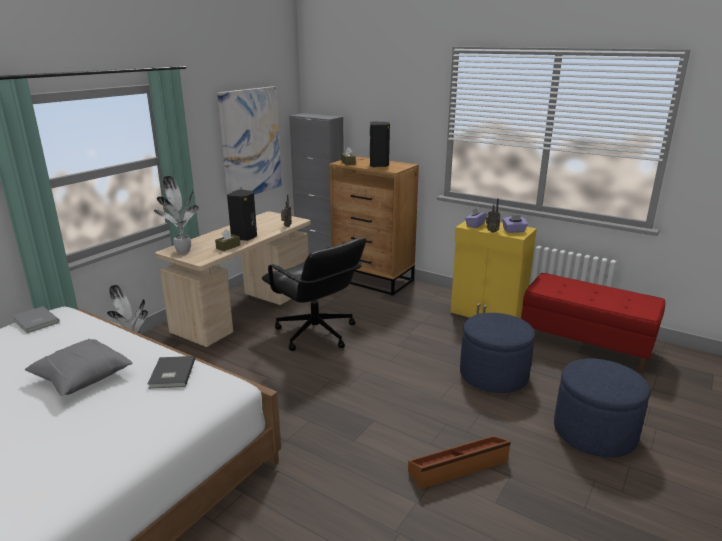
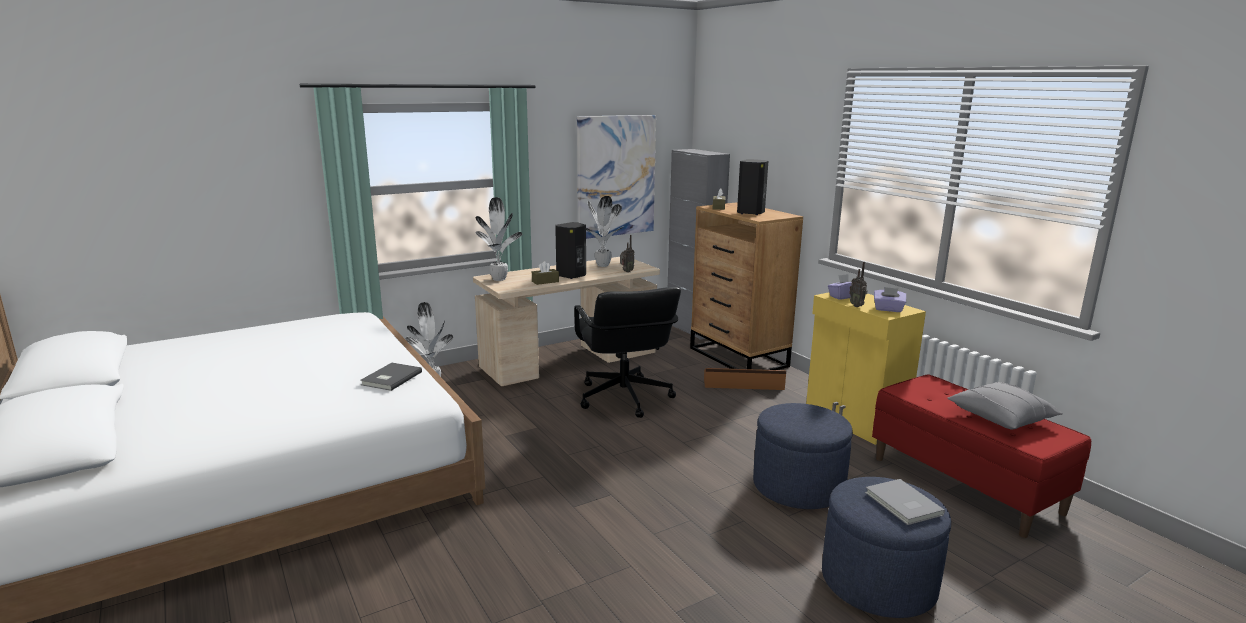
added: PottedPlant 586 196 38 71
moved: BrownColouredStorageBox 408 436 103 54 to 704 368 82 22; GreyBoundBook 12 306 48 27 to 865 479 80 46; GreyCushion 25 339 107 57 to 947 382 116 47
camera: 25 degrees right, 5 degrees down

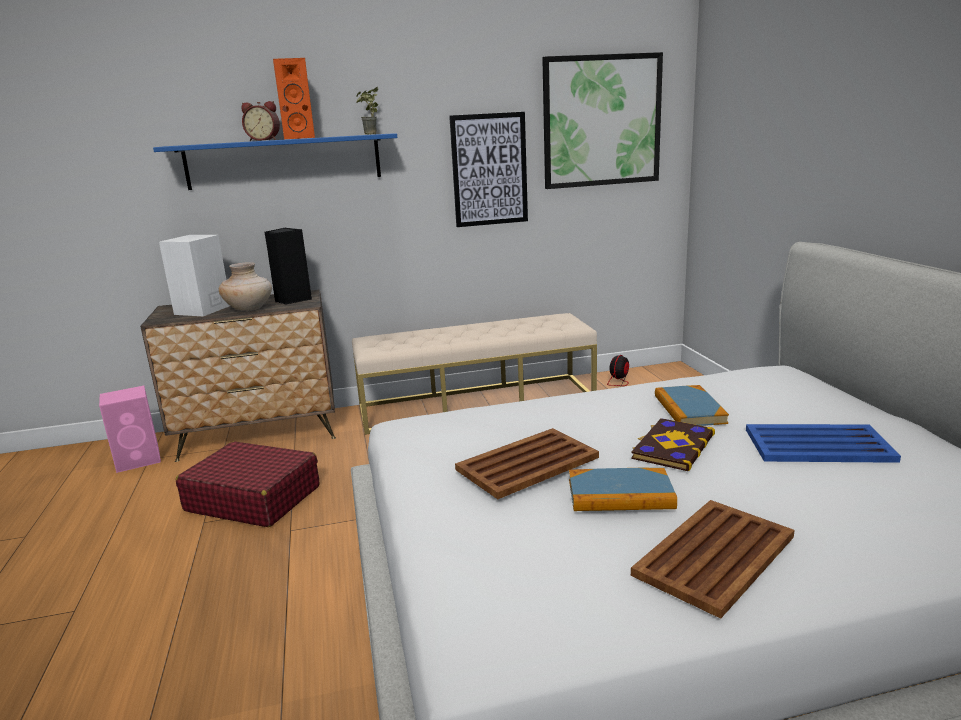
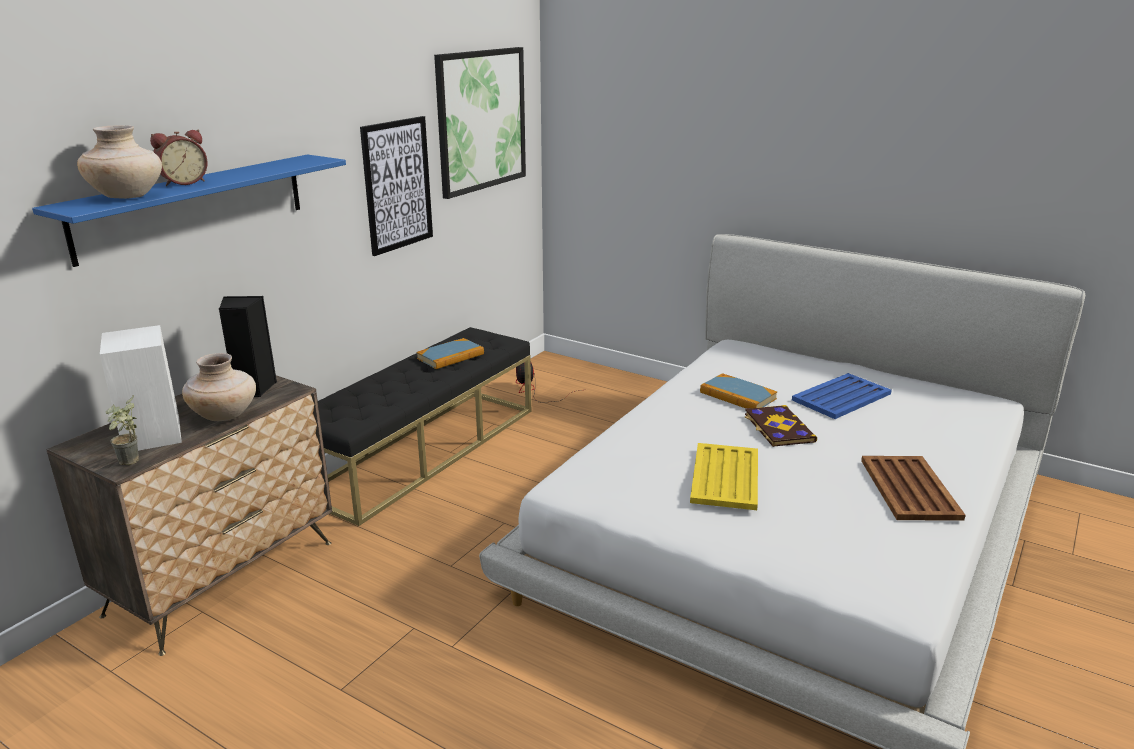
removed: PinkLoudspeaker 99 386 62 87; ReddishTravelCase 176 441 144 86; OrangeColouredLoudspeaker 273 58 42 81
added: BeigeColouredDecorativeVase 77 125 85 74
moved: PottedPlant 356 87 22 47 to 106 395 33 70; BoundBook 569 468 108 43 to 417 338 67 31
recoloured: BeigeColouredLongSeat 352 313 245 122 to BlackLongSeat 318 327 213 199; BrownColouredTray 455 428 144 71 to YellowColouredTray 690 443 68 67
camera: 45 degrees left, 5 degrees up

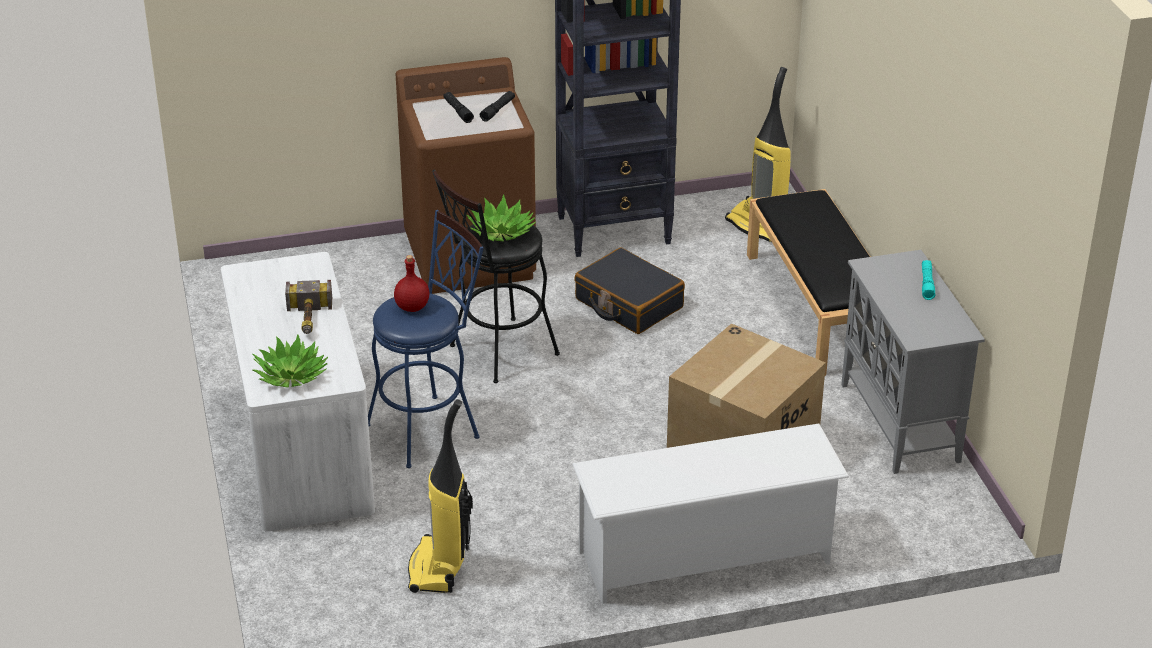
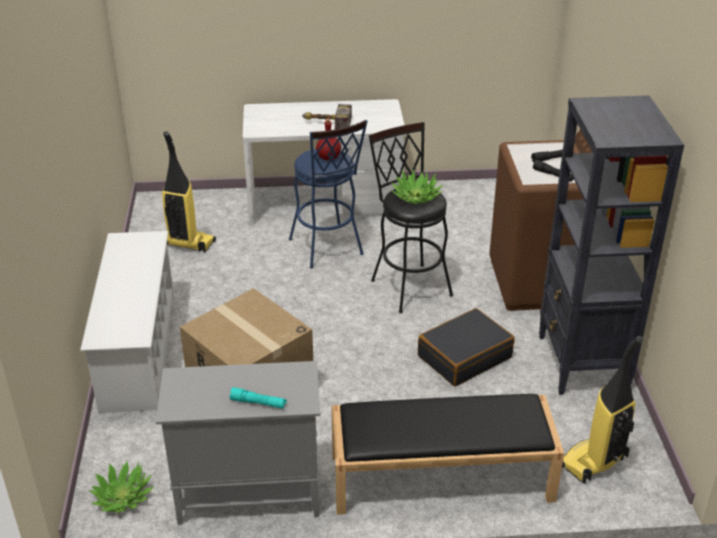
moved: PottedPlant 253 334 75 54 to 88 461 67 52
camera: 100 degrees right, 0 degrees up

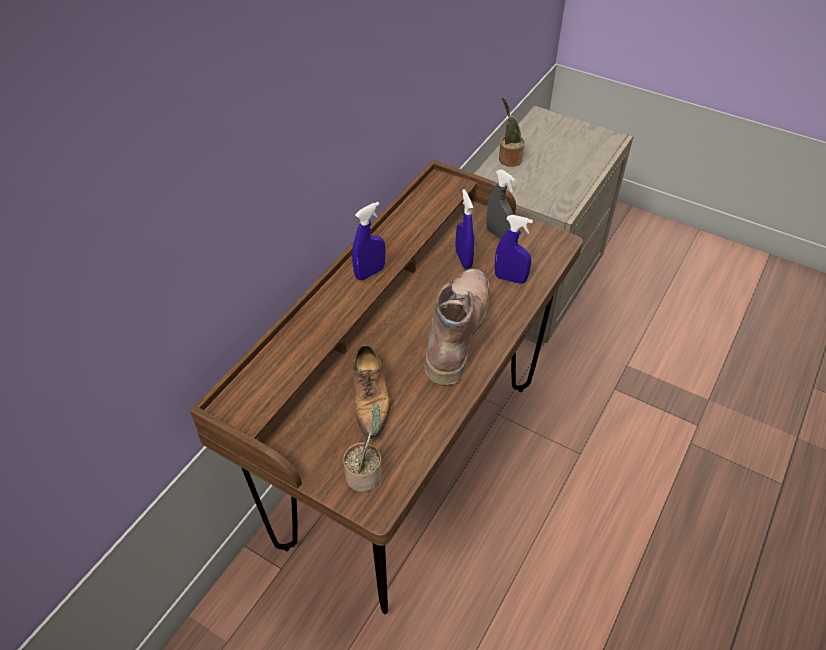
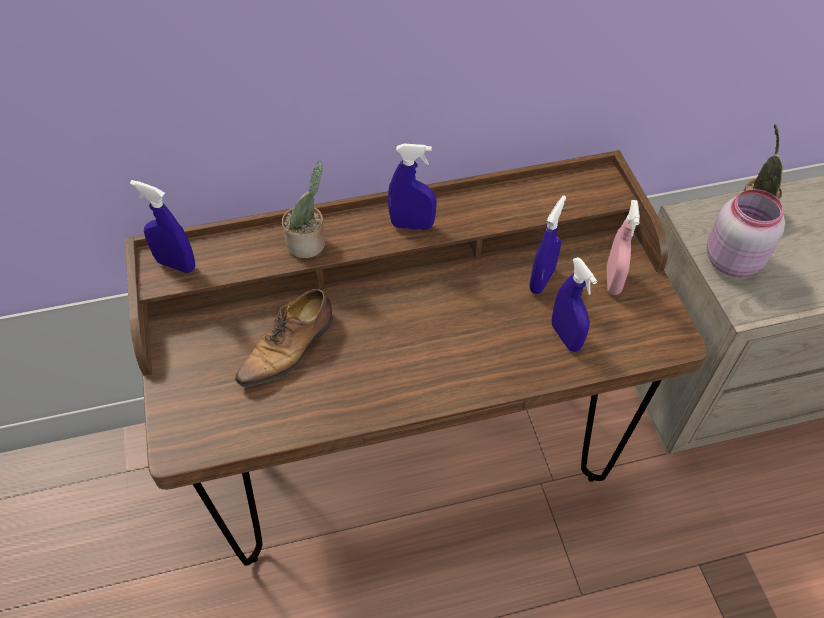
removed: BrownColouredHighTopBoot 425 269 65 116
added: BluishSprayBottle 130 180 65 93; PinkJar 707 189 78 88
moved: PottedPlant 343 402 39 90 to 282 161 43 97
recoloured: GreySprayBottle 486 170 30 70 to PinkSprayBottle 606 200 34 95
camera: 45 degrees right, 5 degrees up

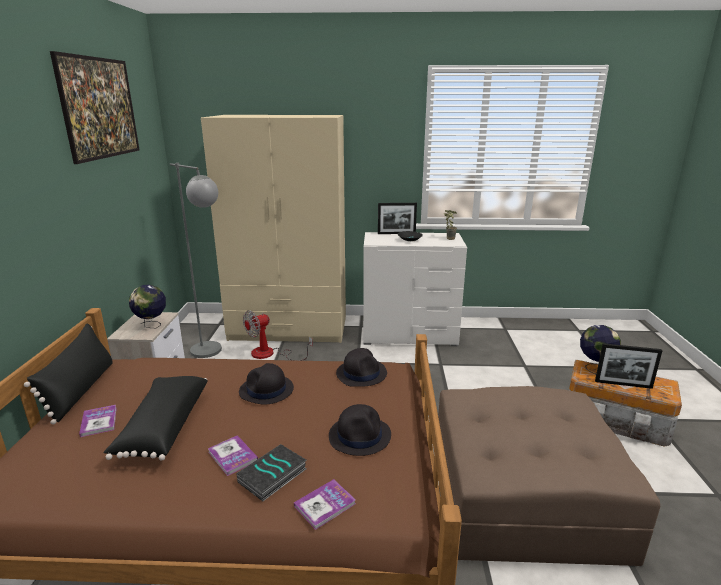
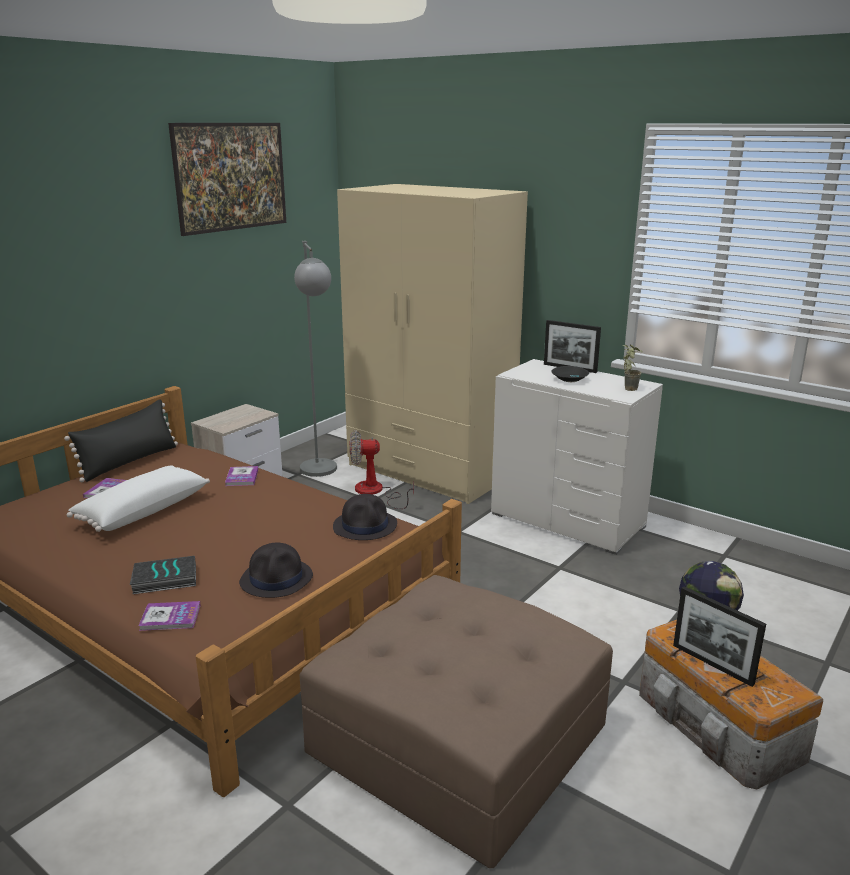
removed: WorldGlobe 129 285 37 43; BlackHat 239 363 55 42
moved: BoundBook 208 435 50 41 to 225 466 33 20
recoloured: BlackCushion 103 376 105 85 to WhitishCushion 67 466 143 66
camera: 35 degrees right, 0 degrees up

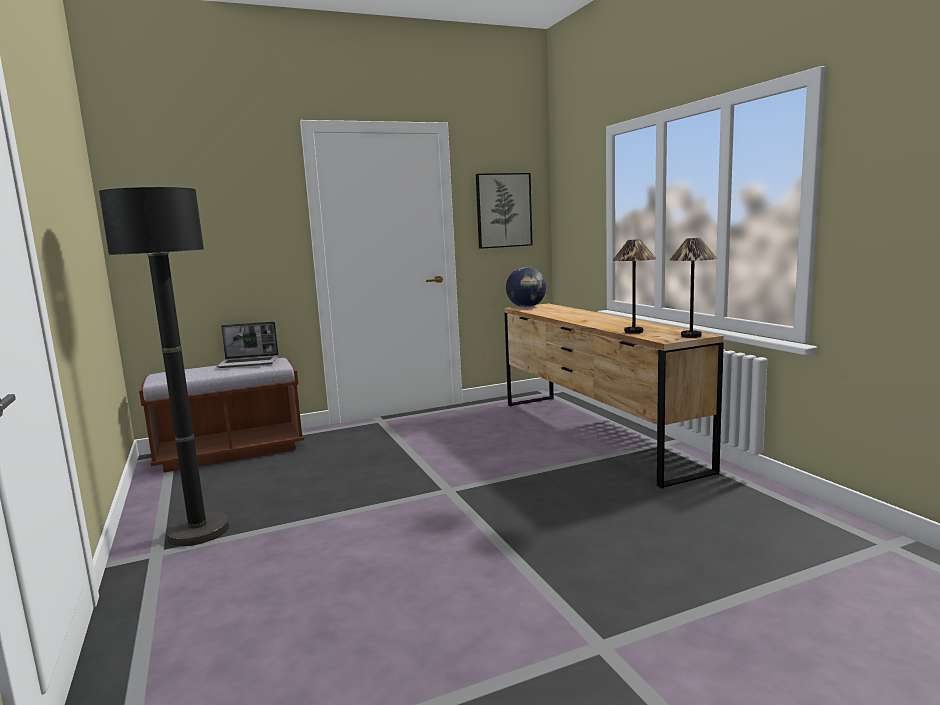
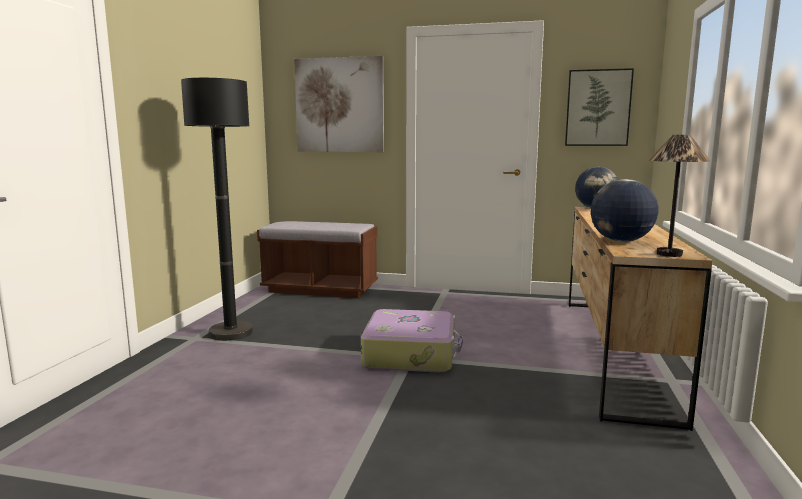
removed: Laptop 217 322 62 46
added: WallArt 294 56 90 96; TravelCase 361 309 102 63
replaced: TabletopLamp 613 239 43 95 to WorldGlobe 591 179 67 63
camera: 35 degrees right, 0 degrees up

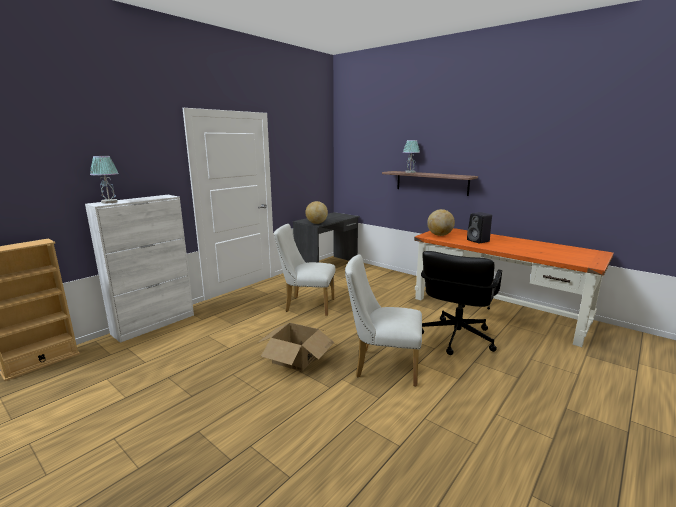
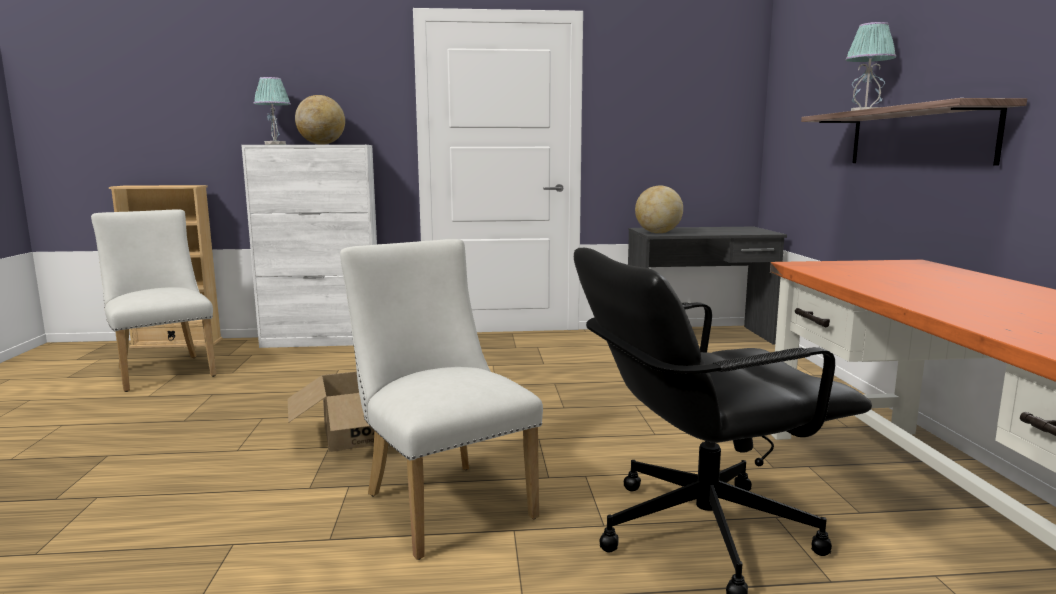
removed: BlackLoudspeaker 467 212 25 31
moved: WhitishChair 274 224 61 92 to 91 210 126 182; WorldGlobe 427 209 28 27 to 295 95 50 50
camera: 45 degrees right, 5 degrees down

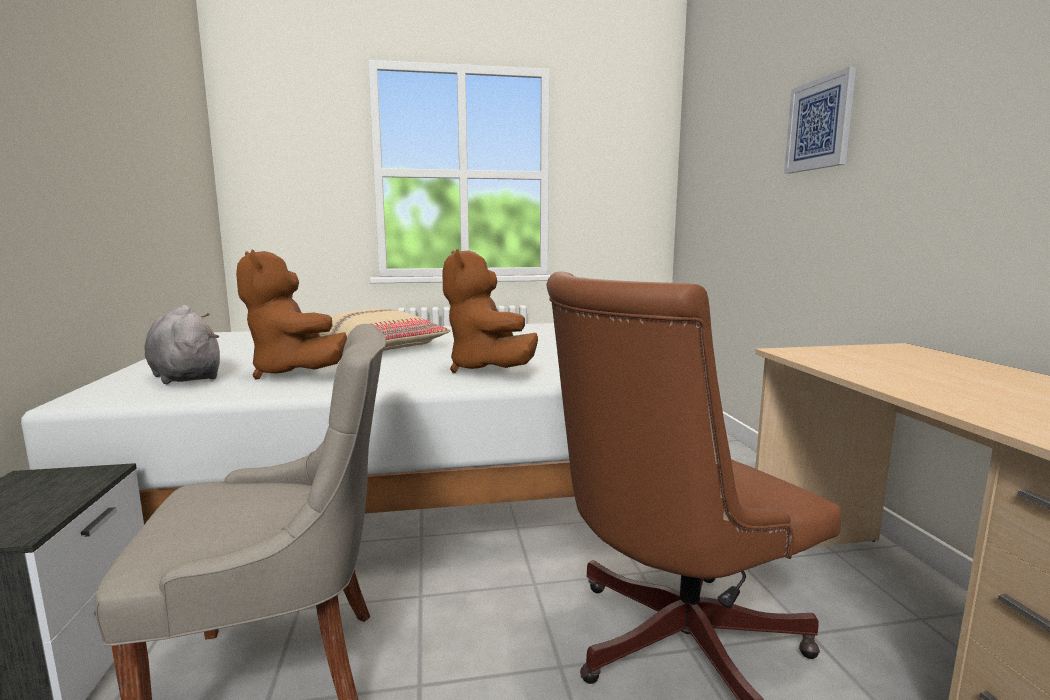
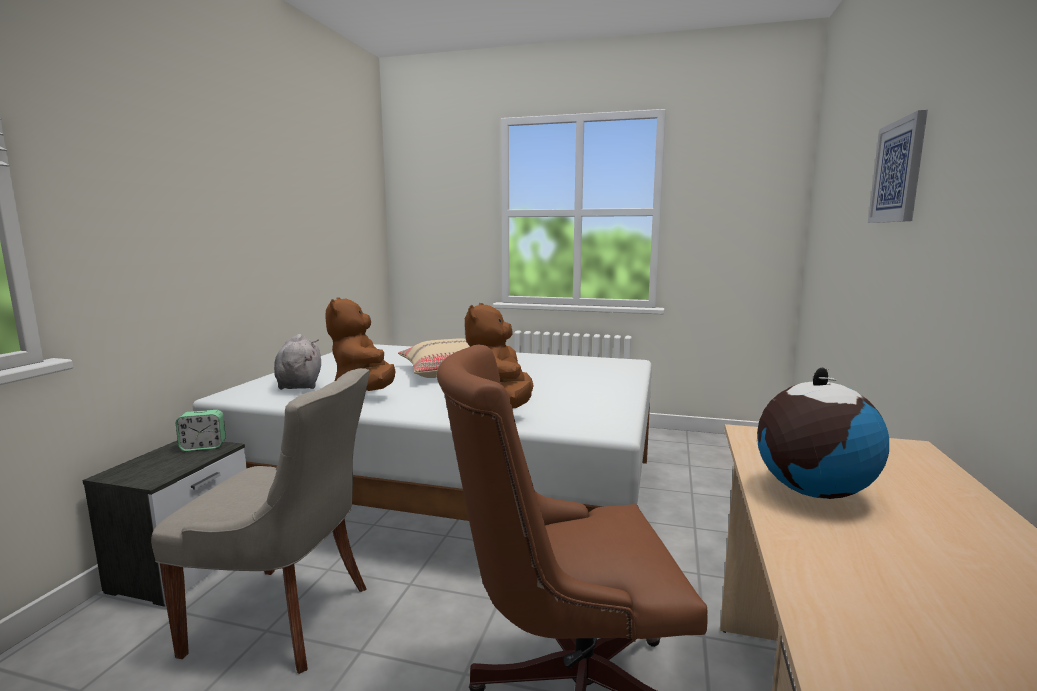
added: AlarmClock 176 410 50 41; WorldGlobe 757 368 132 131
camera: 25 degrees right, 0 degrees up

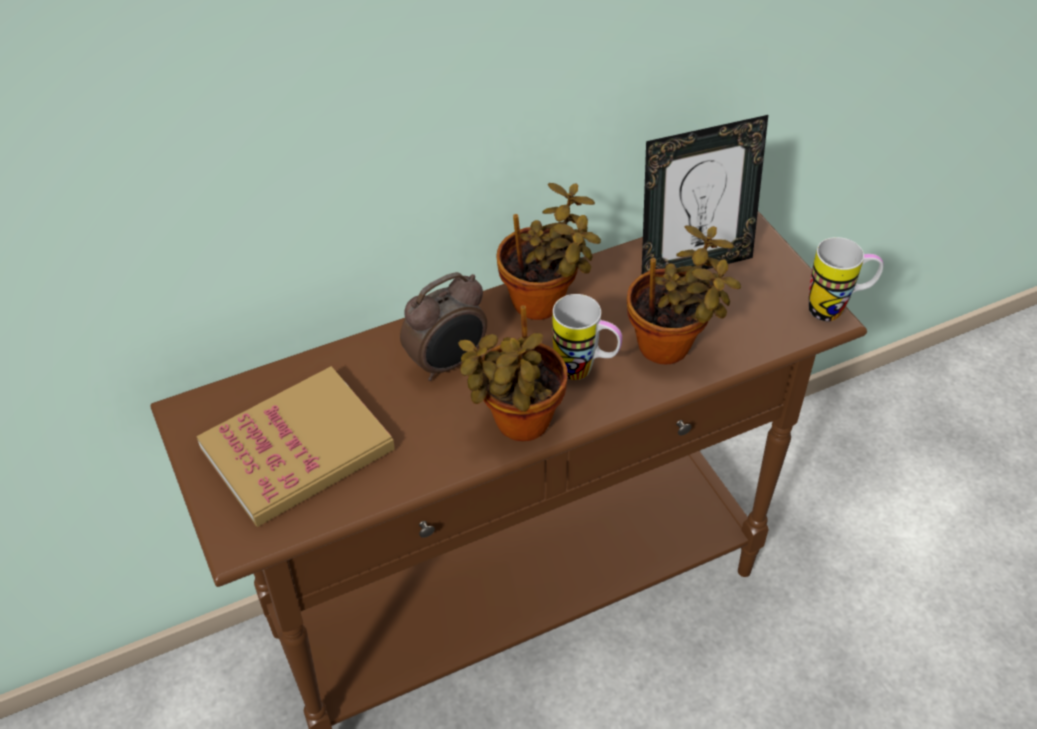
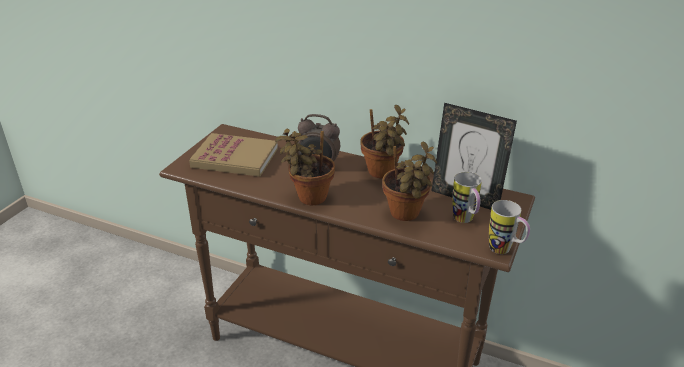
moved: CoffeeMug 552 294 70 86 to 452 172 30 51
camera: 50 degrees right, 15 degrees down

